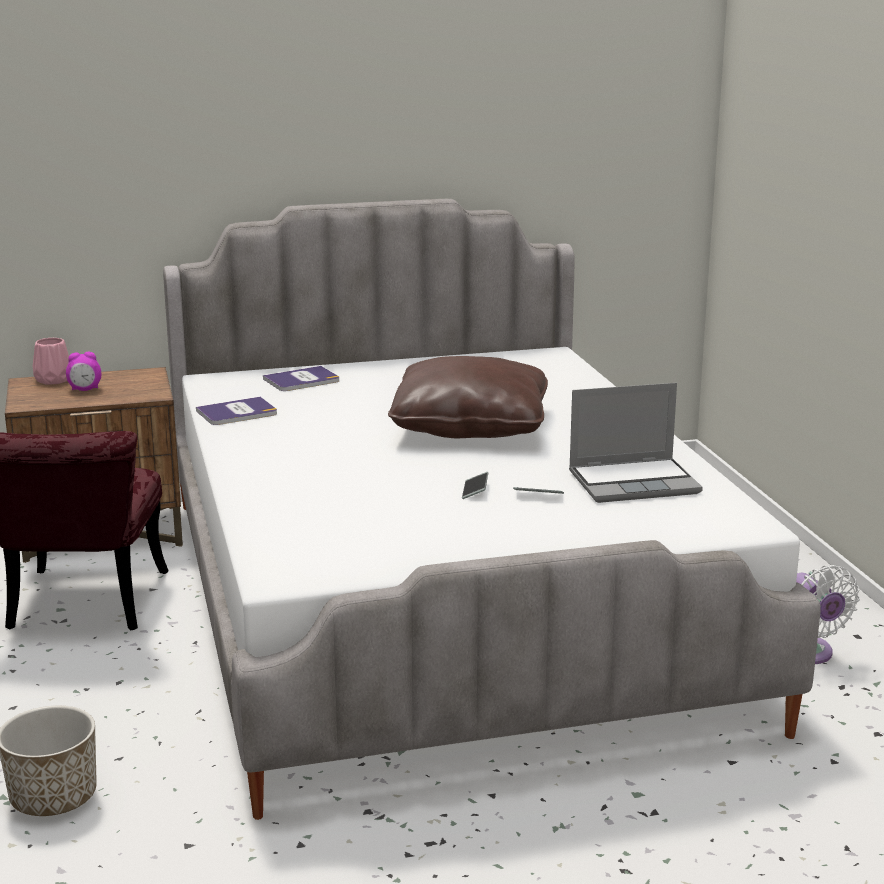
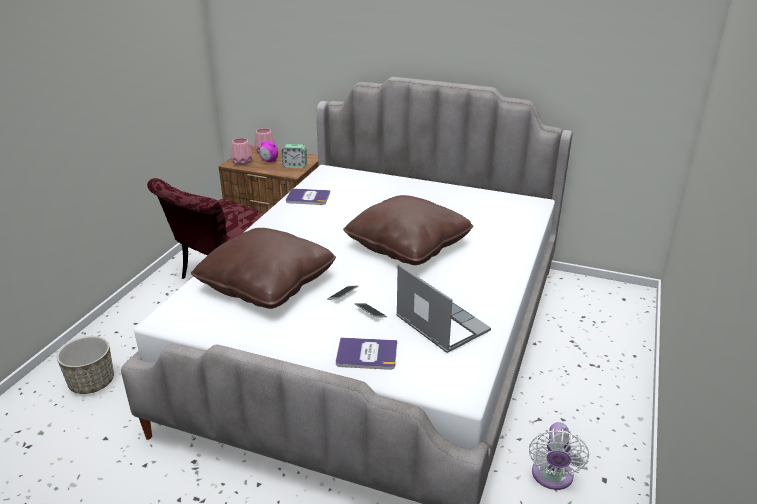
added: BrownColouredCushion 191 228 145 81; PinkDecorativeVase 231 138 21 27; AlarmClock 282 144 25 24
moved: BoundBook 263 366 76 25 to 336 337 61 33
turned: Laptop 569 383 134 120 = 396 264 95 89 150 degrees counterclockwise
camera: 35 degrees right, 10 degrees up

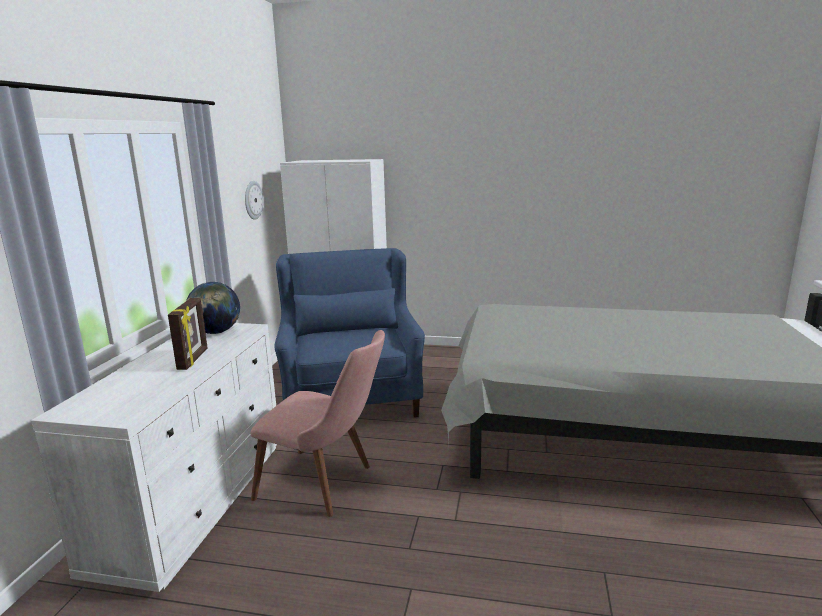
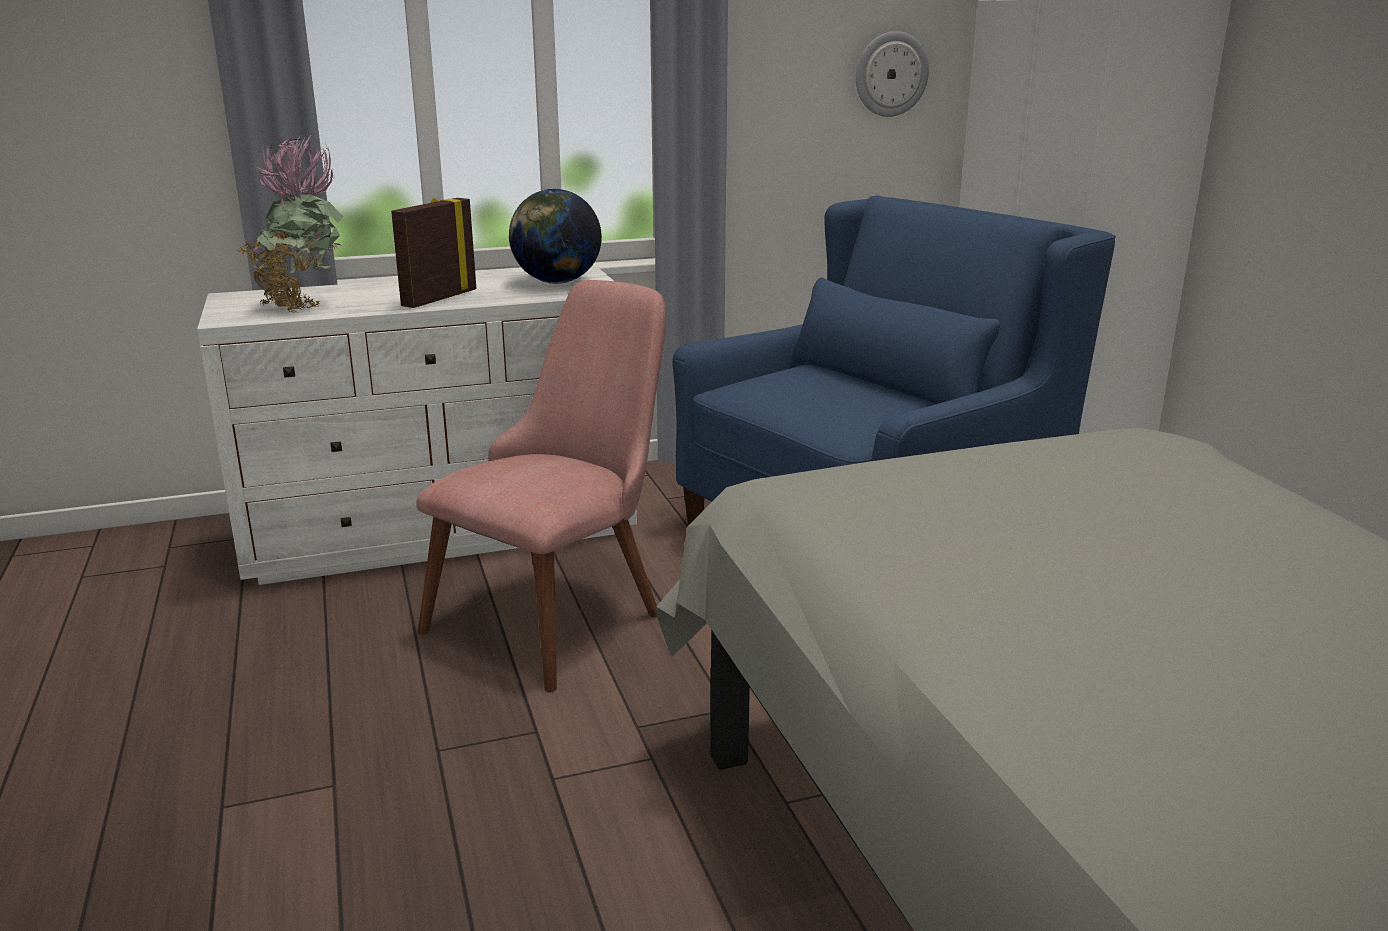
added: PottedPlant 236 135 107 178
turned: PhotoFrame 168 298 40 72 = 391 197 85 111 150 degrees clockwise; PinkChair 250 330 135 187 = 416 280 250 412 135 degrees counterclockwise
camera: 60 degrees right, 5 degrees up

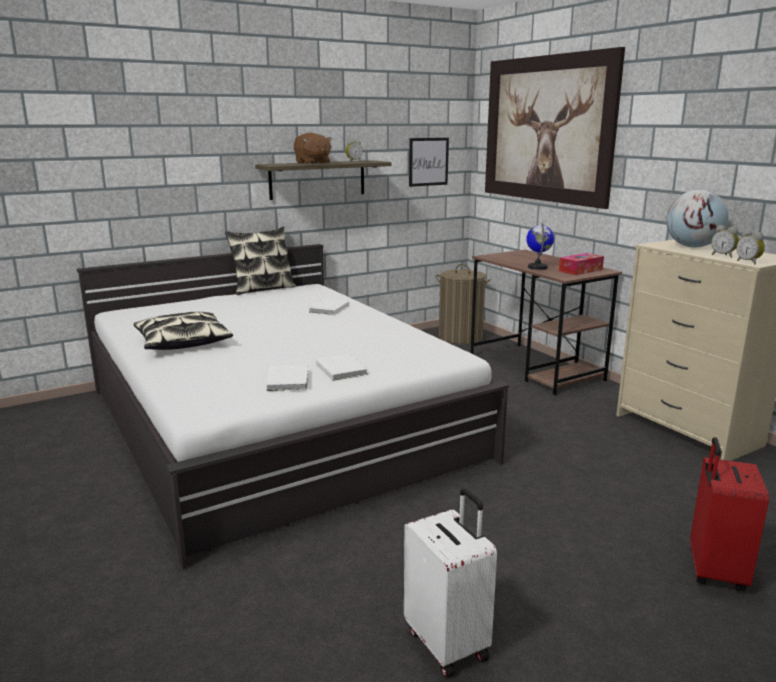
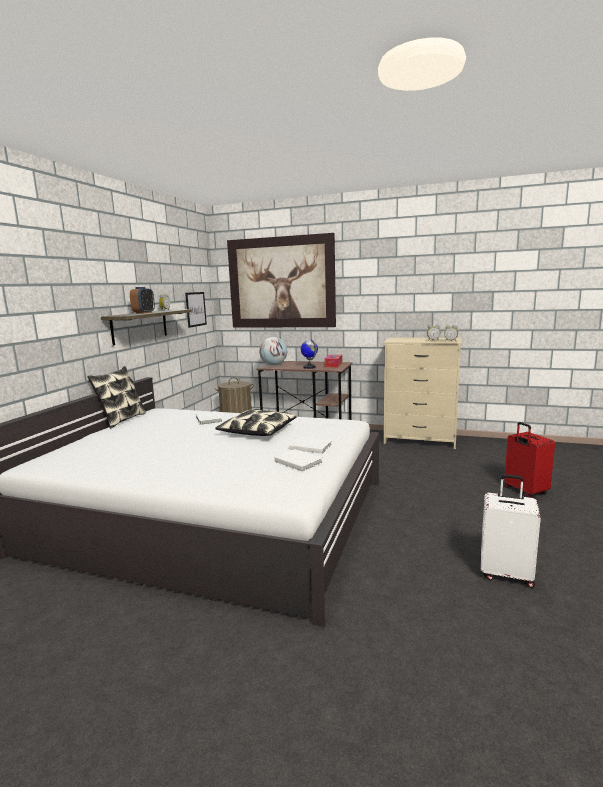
moved: Cushion 134 312 99 38 to 216 409 80 27; WorldGlobe 666 190 62 57 to 259 337 28 28
replaced: BrownColouredCuddlyToy 294 133 38 31 to AlarmClock 130 287 25 27
camera: 40 degrees left, 5 degrees down

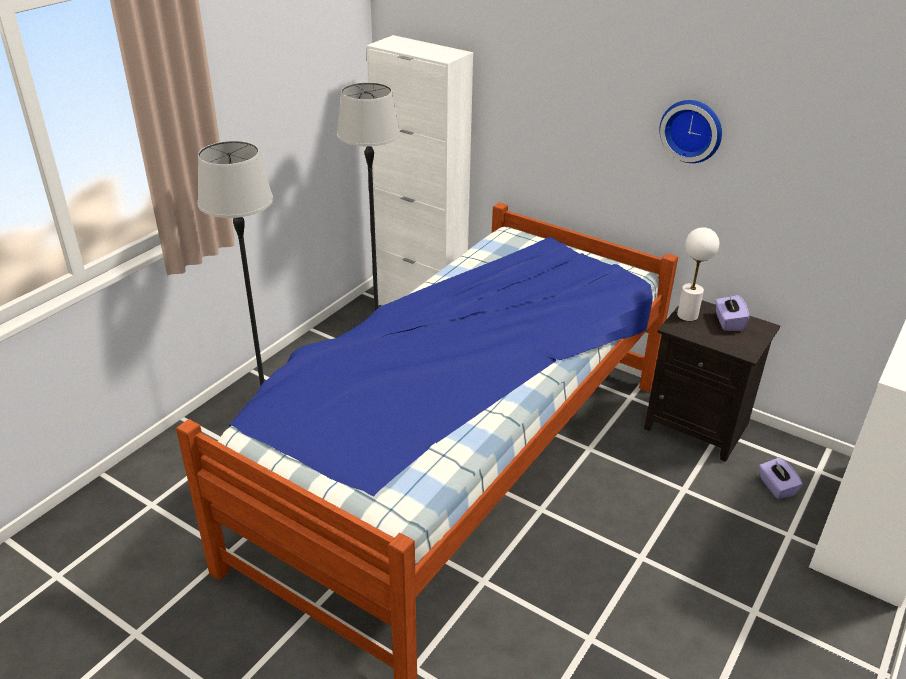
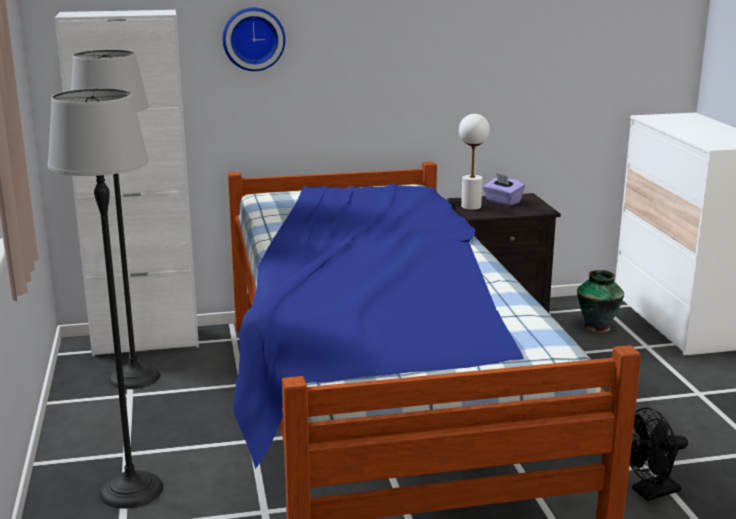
added: BlackElectricFan 630 408 58 93
moved: WallClock 659 100 63 63 to 223 8 62 63
replaced: PurpleTissueBox 759 457 44 42 to DecorativeVase 577 270 47 63
camera: 45 degrees left, 15 degrees down

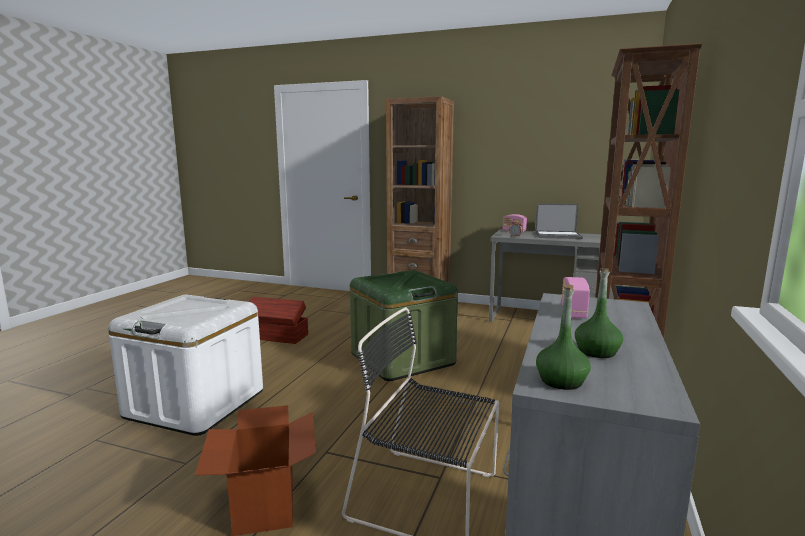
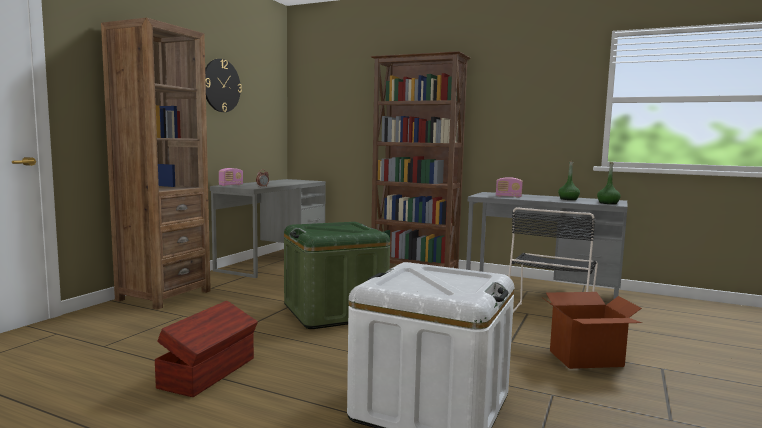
removed: Laptop 535 203 48 36
added: WallClock 205 59 37 53
camera: 85 degrees left, 5 degrees down

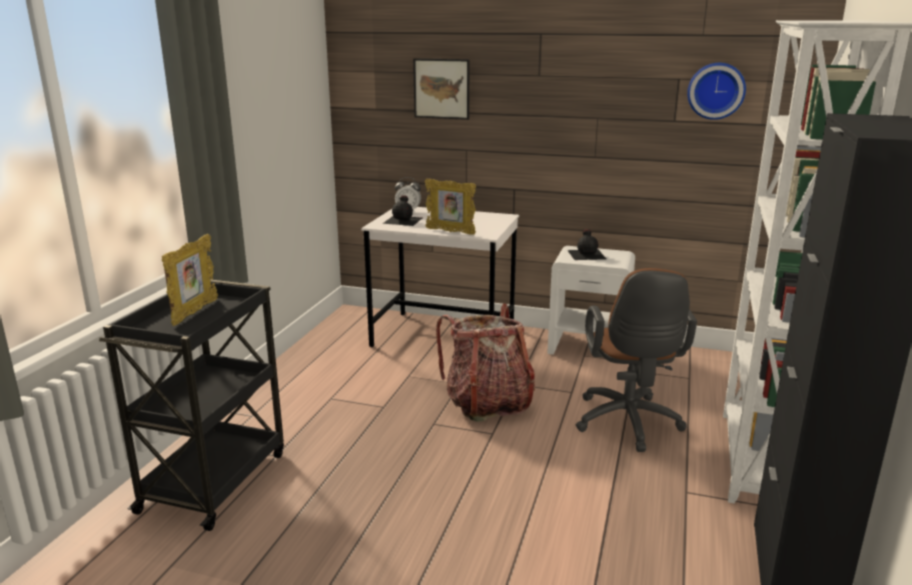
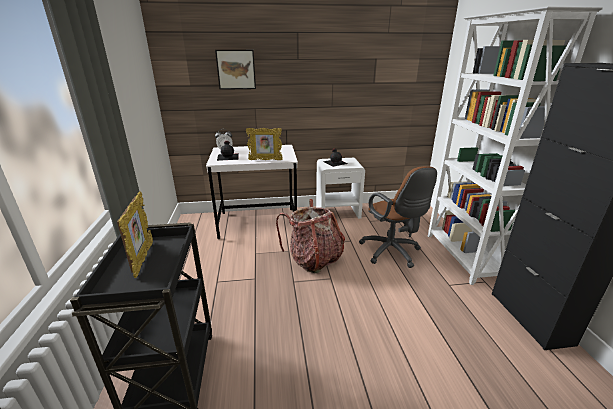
removed: WallClock 687 63 59 57
camera: 25 degrees left, 5 degrees up

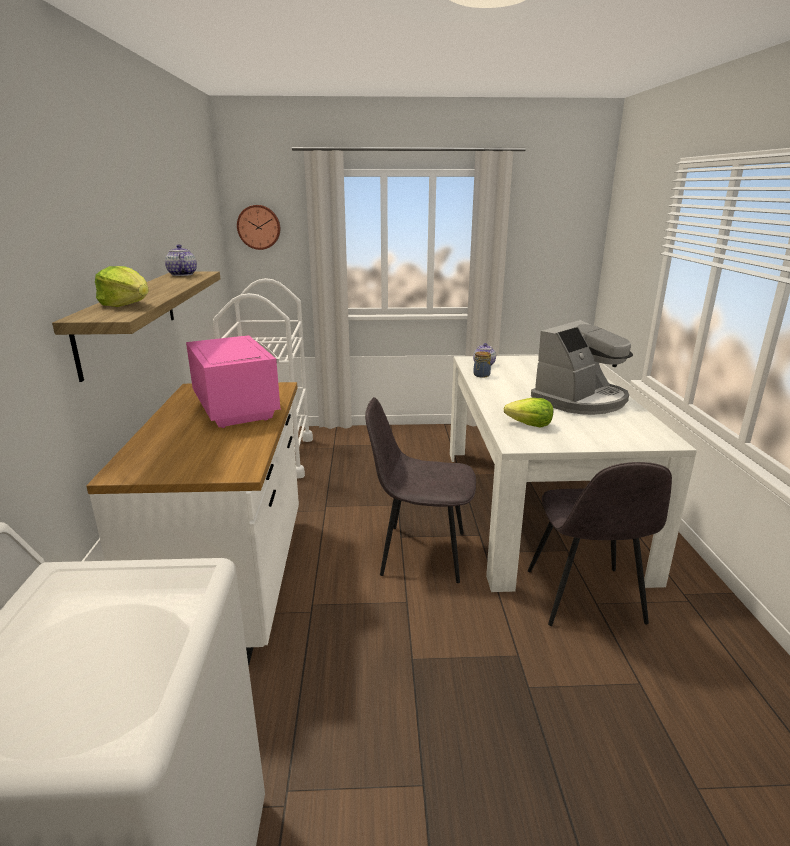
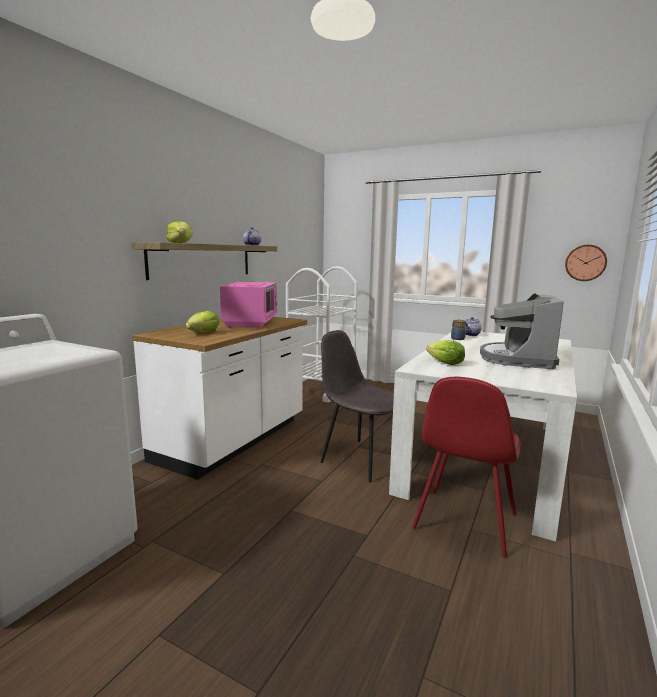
added: Lettuce 186 311 33 22
moved: WallClock 237 205 43 45 to 565 245 42 36
recoloured: GreyChair 528 462 144 164 to ReddishChair 412 377 109 181
turned: CoffeeMachine 531 320 102 95 = 480 293 84 76 120 degrees clockwise
camera: 30 degrees right, 10 degrees down

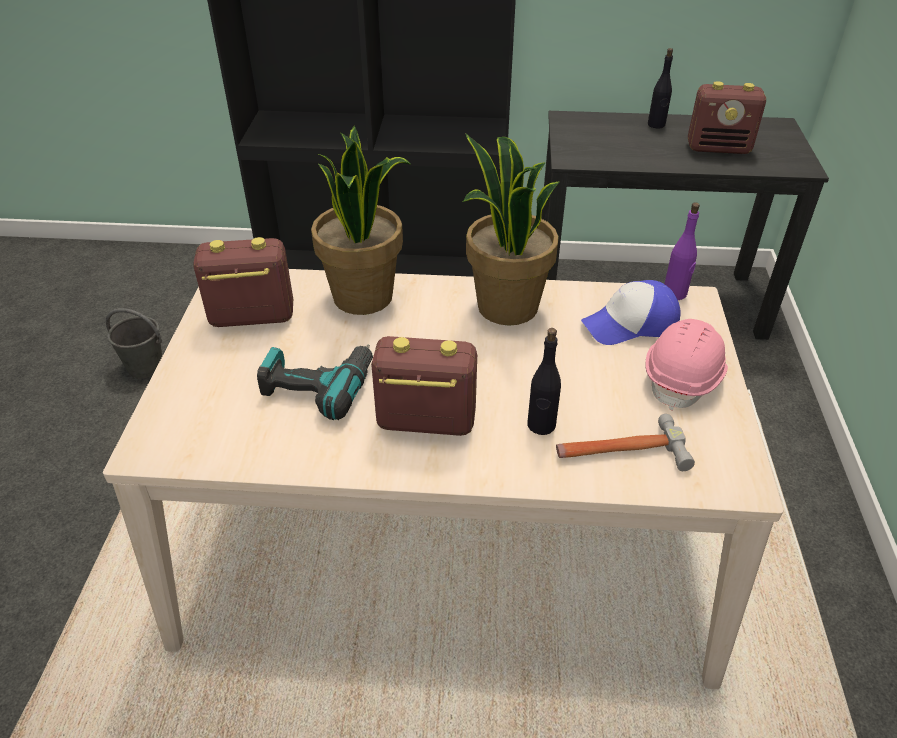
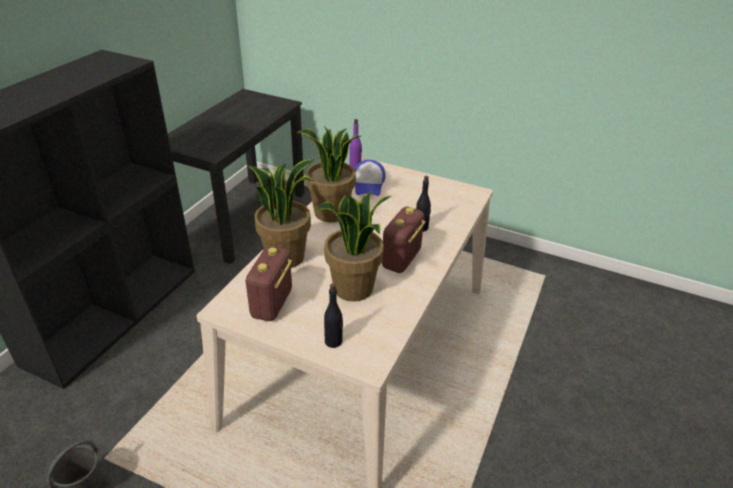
removed: ToolHammer 556 414 139 57; PinkWorkHelmet 645 319 83 92; RadioReceiver 688 81 78 73
moved: BlackBeverageBottle 648 48 25 80 to 324 283 19 65
replaced: ElectricDrill 257 344 116 76 to PottedPlant 315 191 76 111
camera: 70 degrees left, 5 degrees down

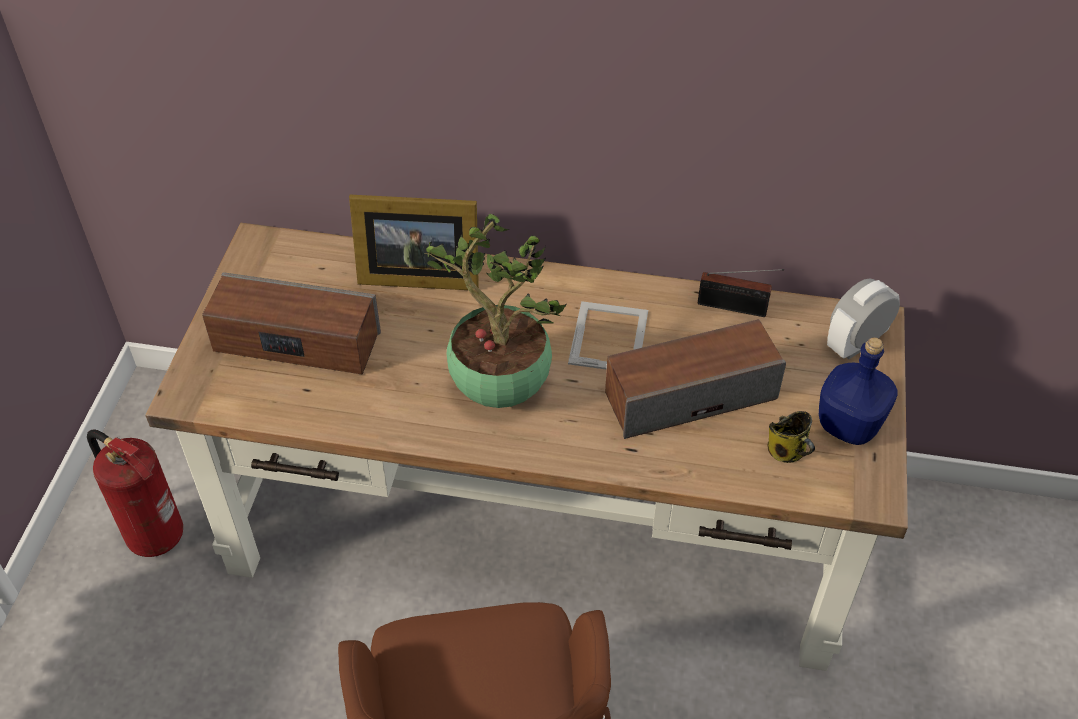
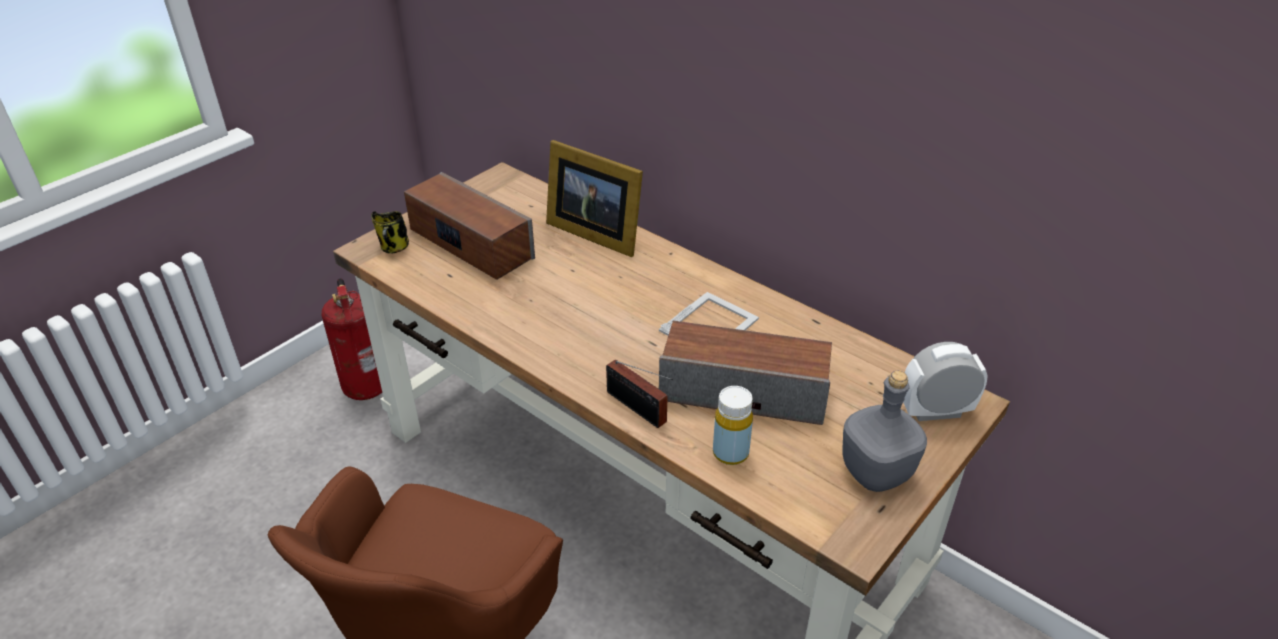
removed: PottedPlant 424 214 143 194
added: YellowColouredBeverageBottle 713 386 40 79
moved: CoffeeMug 768 411 47 52 to 371 211 38 43; RadioReceiver 698 269 86 48 to 606 360 67 68
recoloured: BluishBeverageBottle 819 337 79 108 to GreyBeverageBottle 842 371 85 121
camera: 30 degrees right, 10 degrees down

